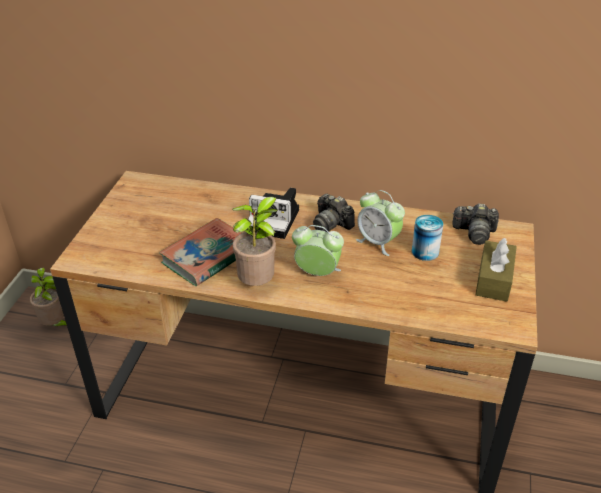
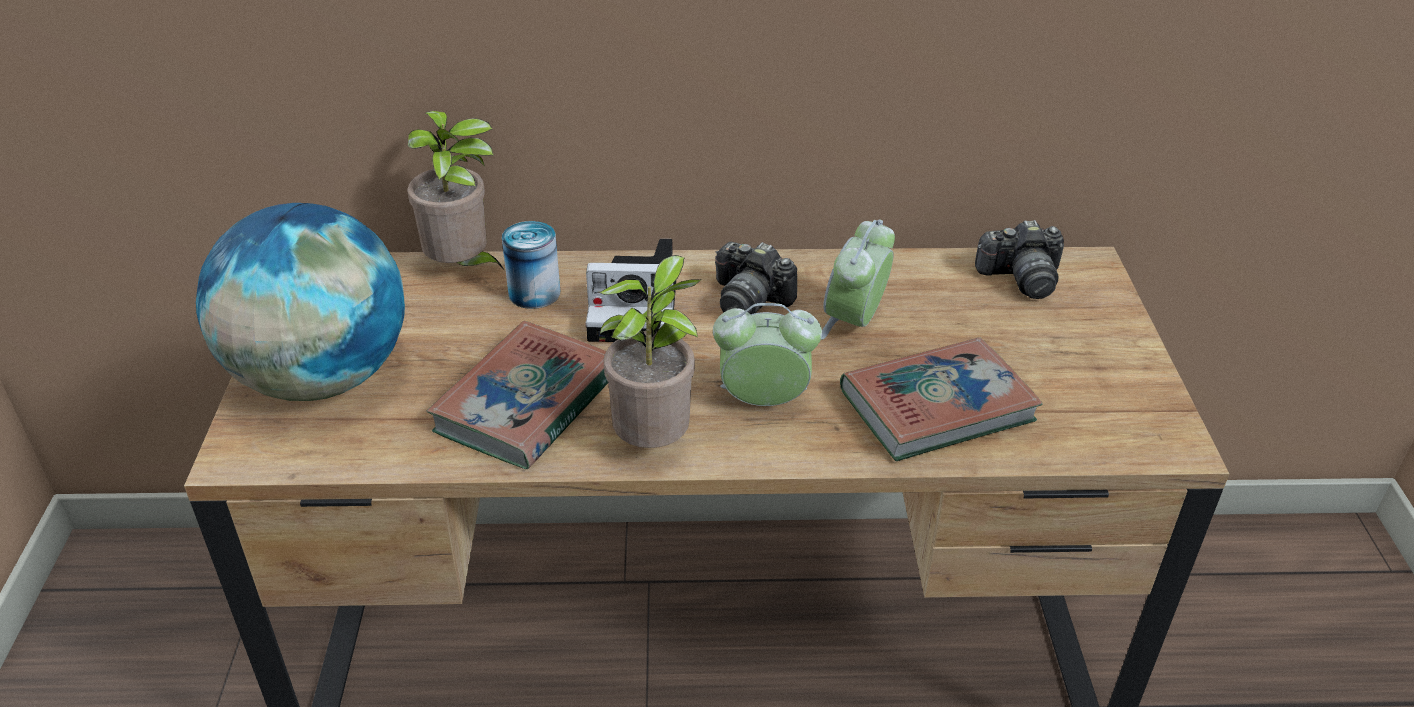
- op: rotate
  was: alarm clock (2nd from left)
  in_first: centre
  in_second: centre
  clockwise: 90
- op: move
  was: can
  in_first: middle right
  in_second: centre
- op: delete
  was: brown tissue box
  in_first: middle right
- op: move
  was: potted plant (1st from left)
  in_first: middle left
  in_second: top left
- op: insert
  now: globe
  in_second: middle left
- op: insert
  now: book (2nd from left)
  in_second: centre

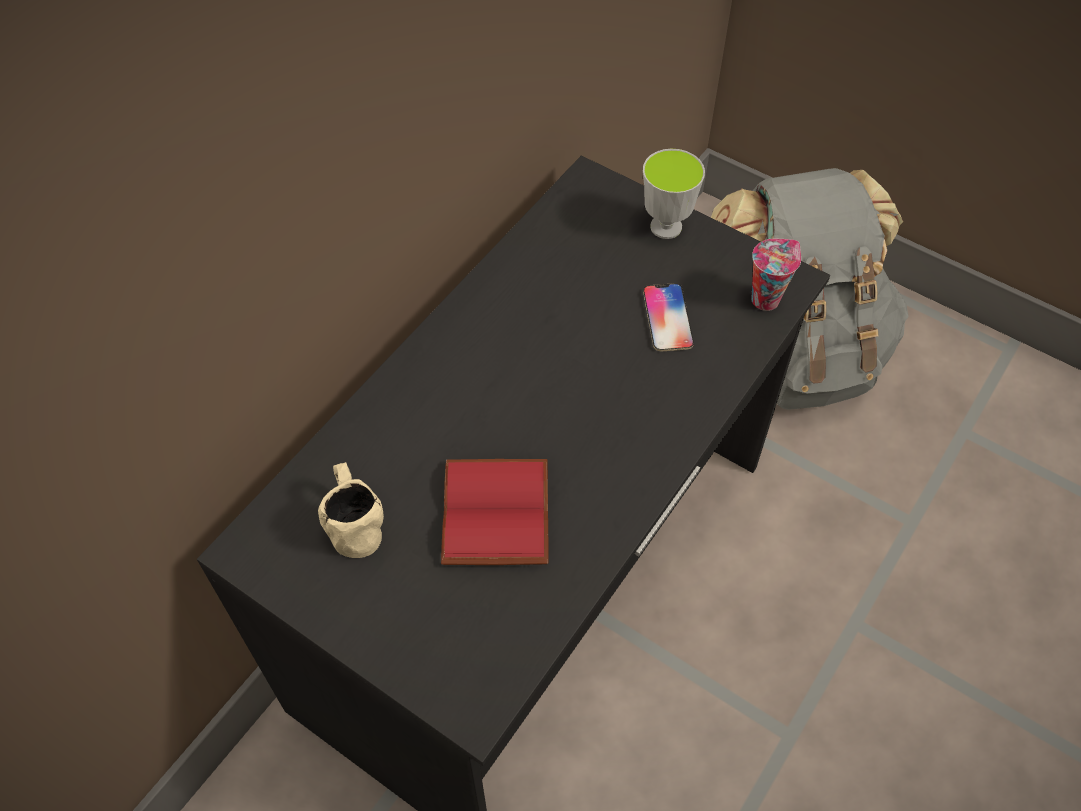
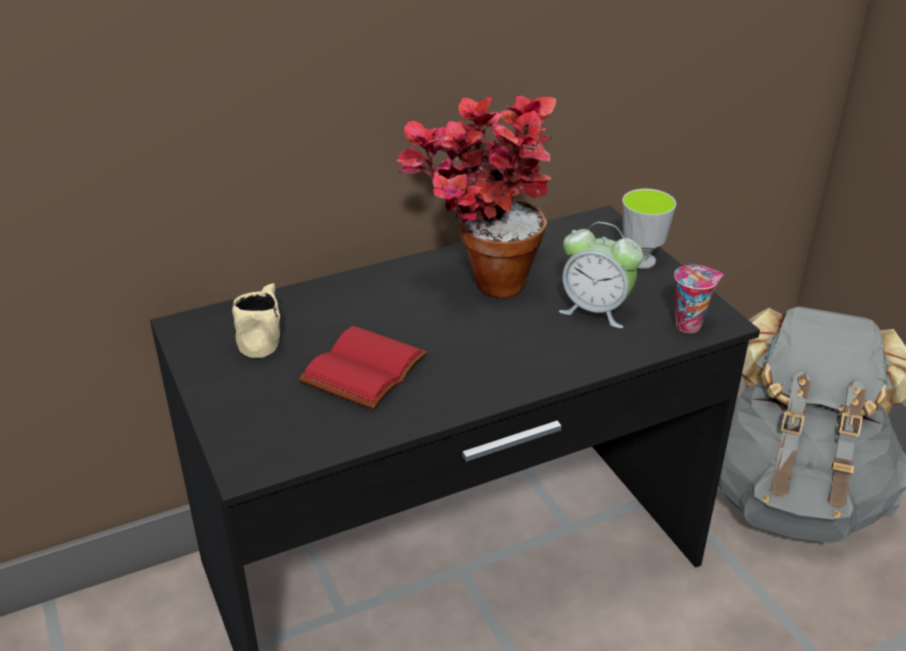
- op: replace
  was: phone
  now: alarm clock
  in_first: centre
  in_second: centre
- op: insert
  now: potted plant
  in_second: top centre

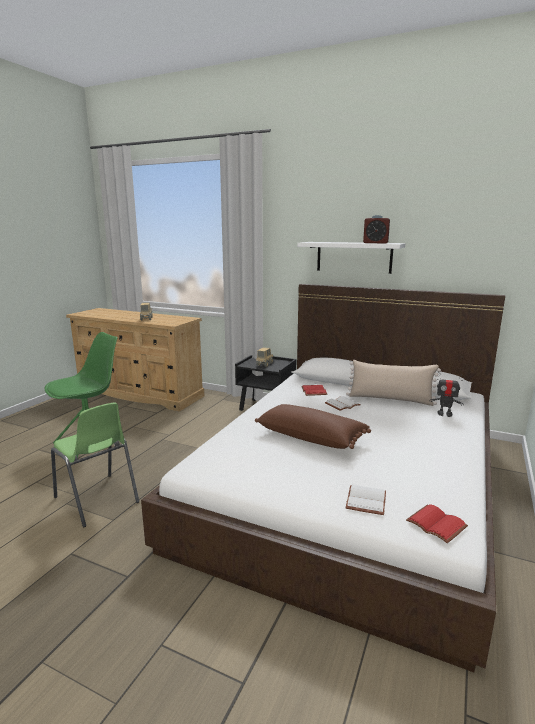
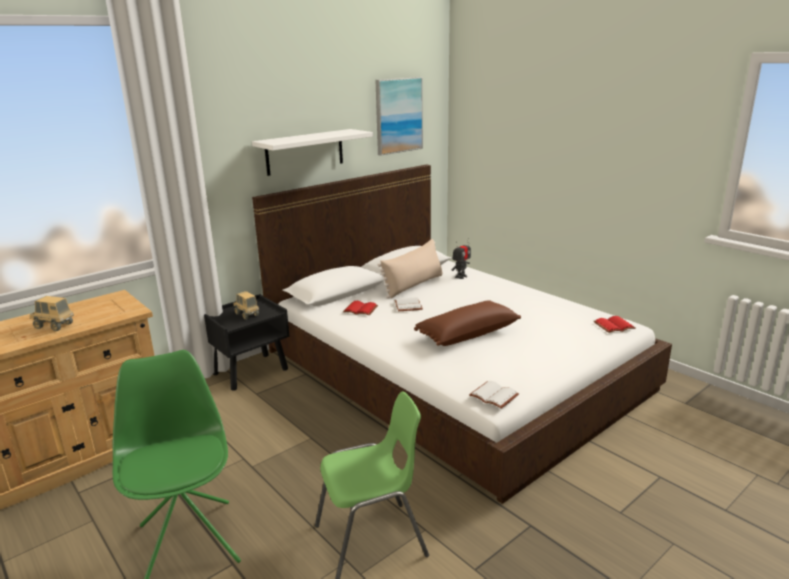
- op: delete
  was: alarm clock
  in_first: top right
- op: move
  was: white book (2nd from left)
  in_first: bottom right
  in_second: bottom centre
- op: insert
  now: picture
  in_second: top centre

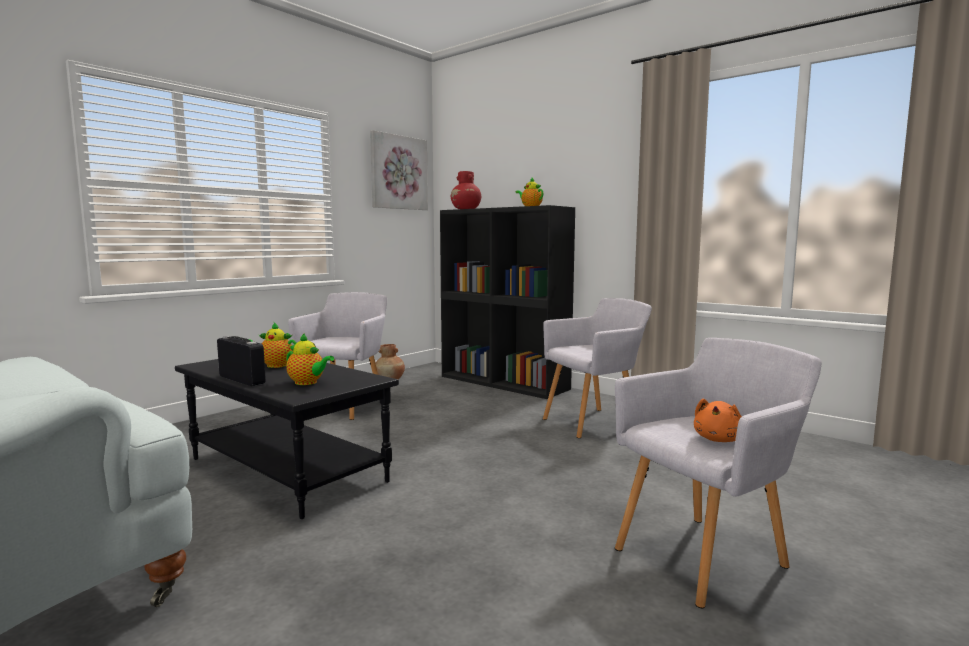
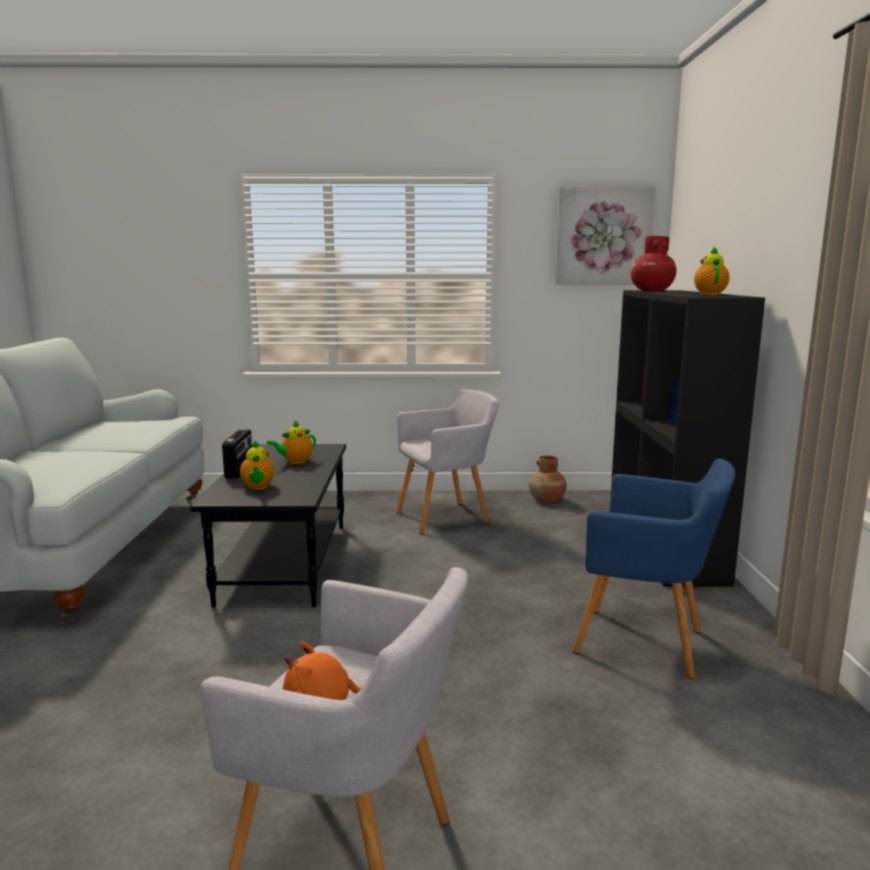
- op: recolor
  was: grey armchair (2nd from left)
  now: blue armchair
  in_first: centre
  in_second: middle right
- op: rotate
  was: teapot (1st from left in the first image)
  in_first: middle left
  in_second: centre
  clockwise: -90

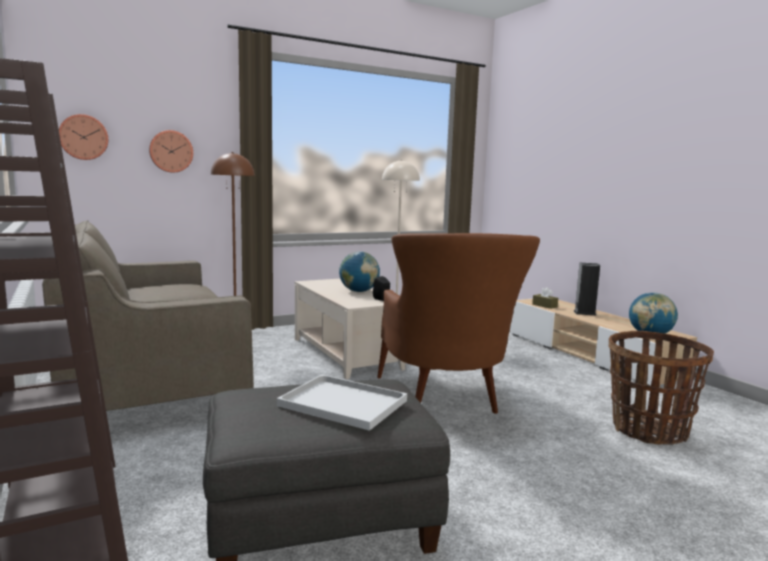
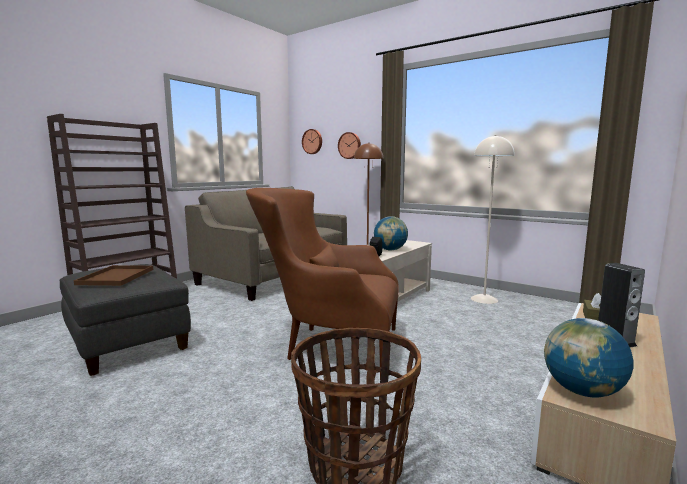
- op: rotate
  was: brown armchair
  in_first: centre
  in_second: centre
  clockwise: 45
- op: recolor
  was: white tray
  now: brown tray
  in_first: bottom centre
  in_second: middle left

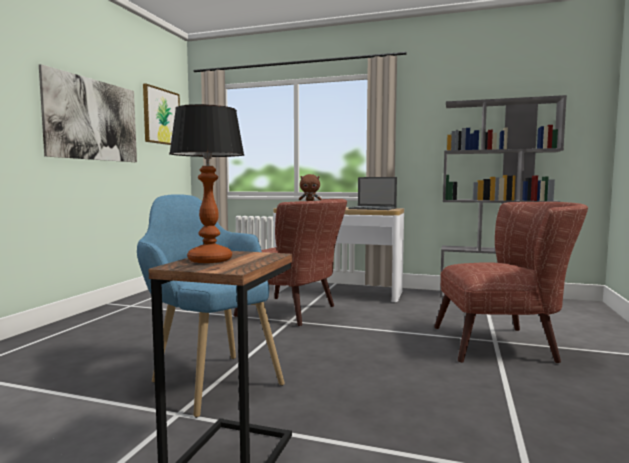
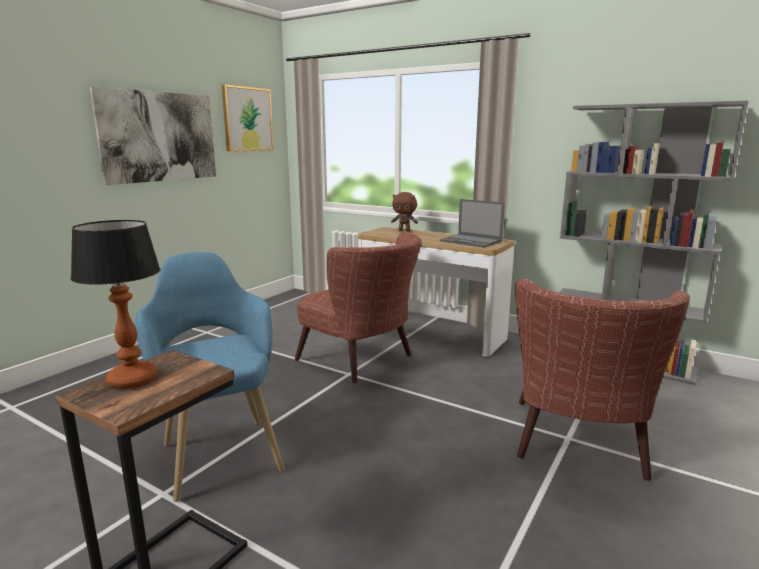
- op: rotate
  was: brown armchair (2nd from left)
  in_first: middle right
  in_second: bottom right
  clockwise: 90

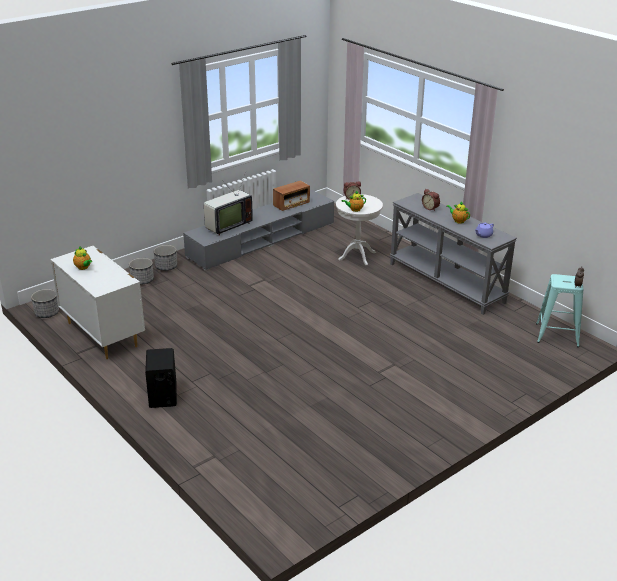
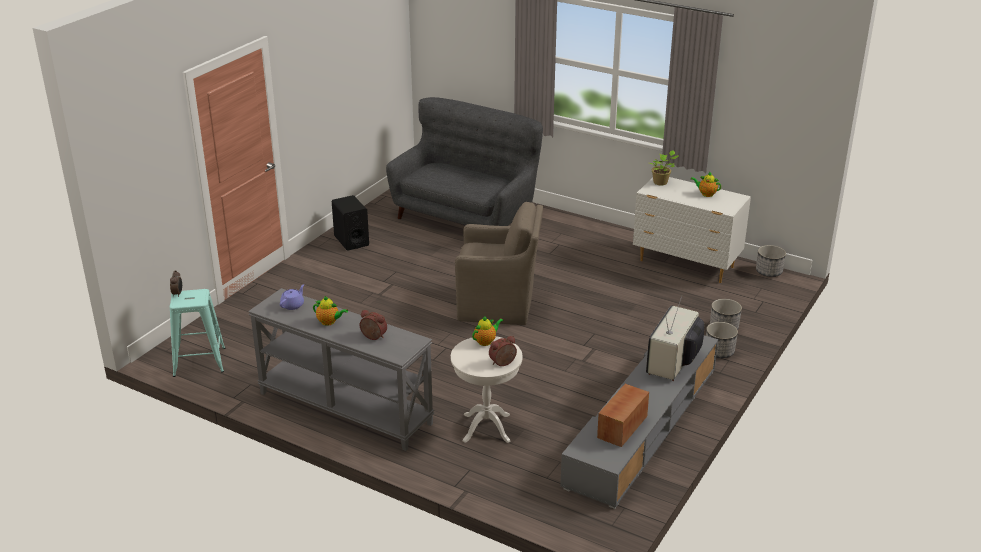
- op: move
  was: black speaker
  in_first: middle left
  in_second: centre
- op: insert
  now: grey sofa
  in_second: top centre
- op: insert
  now: potted plant
  in_second: top right
- op: insert
  now: brown armchair
  in_second: centre

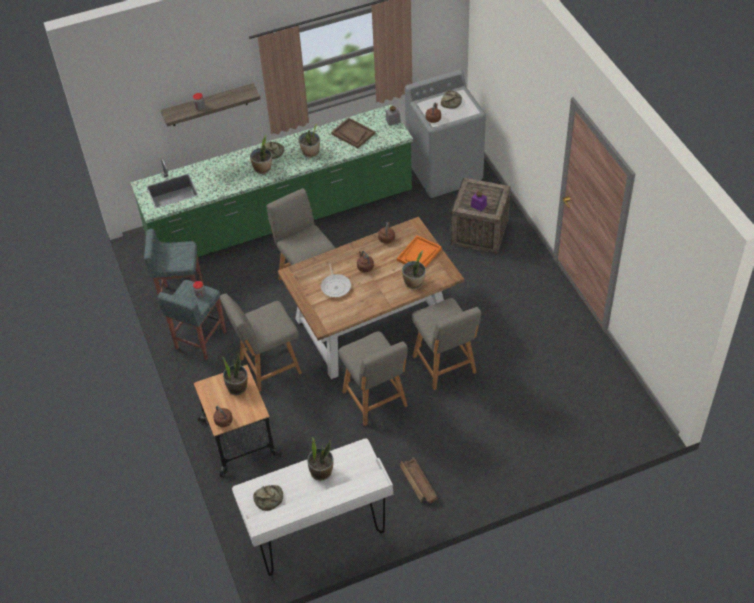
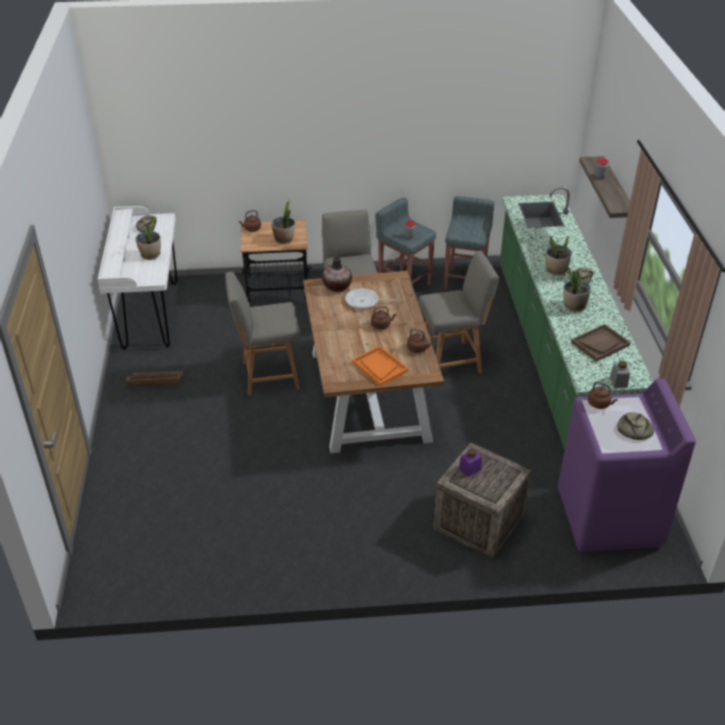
- op: recolor
  was: grey washing machine
  now: purple washing machine
  in_first: top centre
  in_second: middle right
- op: delete
  was: potted plant (5th from left)
  in_first: centre
- op: delete
  was: grey chair (4th from left)
  in_first: centre
- op: insert
  now: vase
  in_second: centre

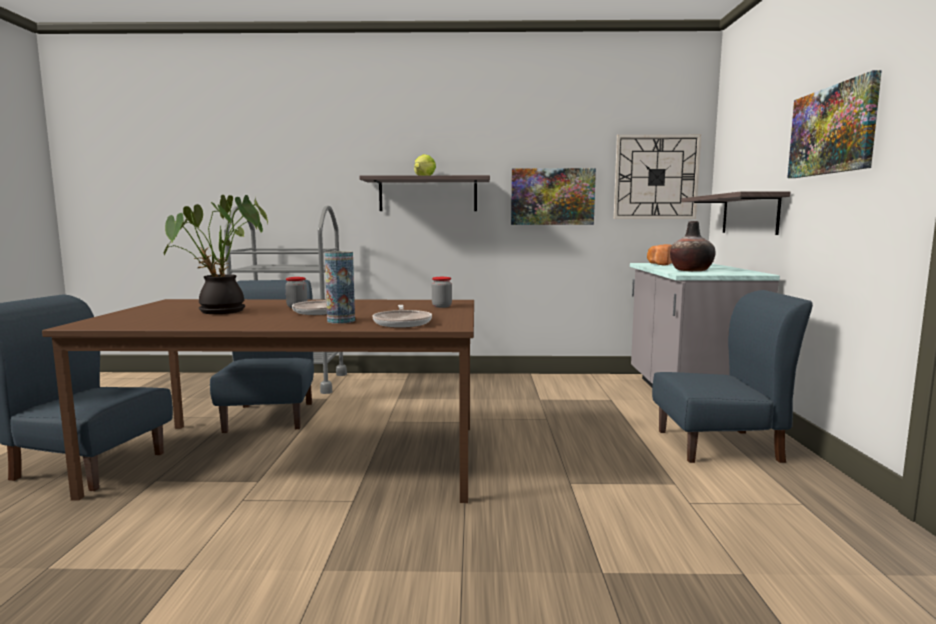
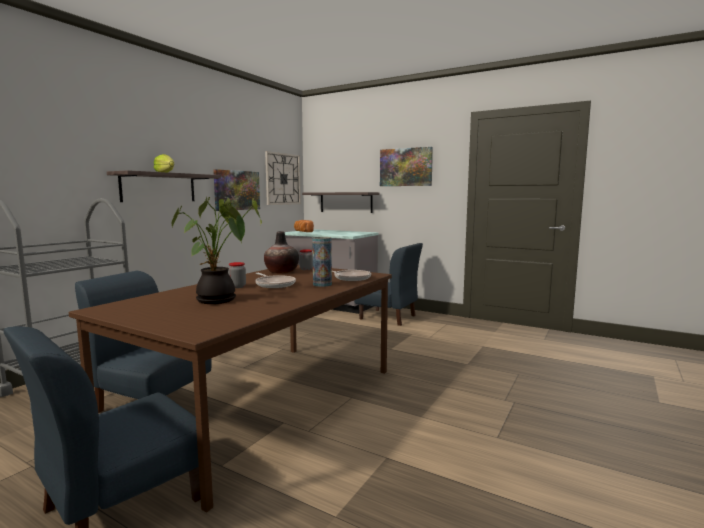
- op: move
  was: vase (2nd from left in the first image)
  now: vase (1st from left)
  in_first: middle right
  in_second: centre
- op: rotate
  was: blue chair (3rd from left)
  in_first: middle right
  in_second: centre
  clockwise: 90

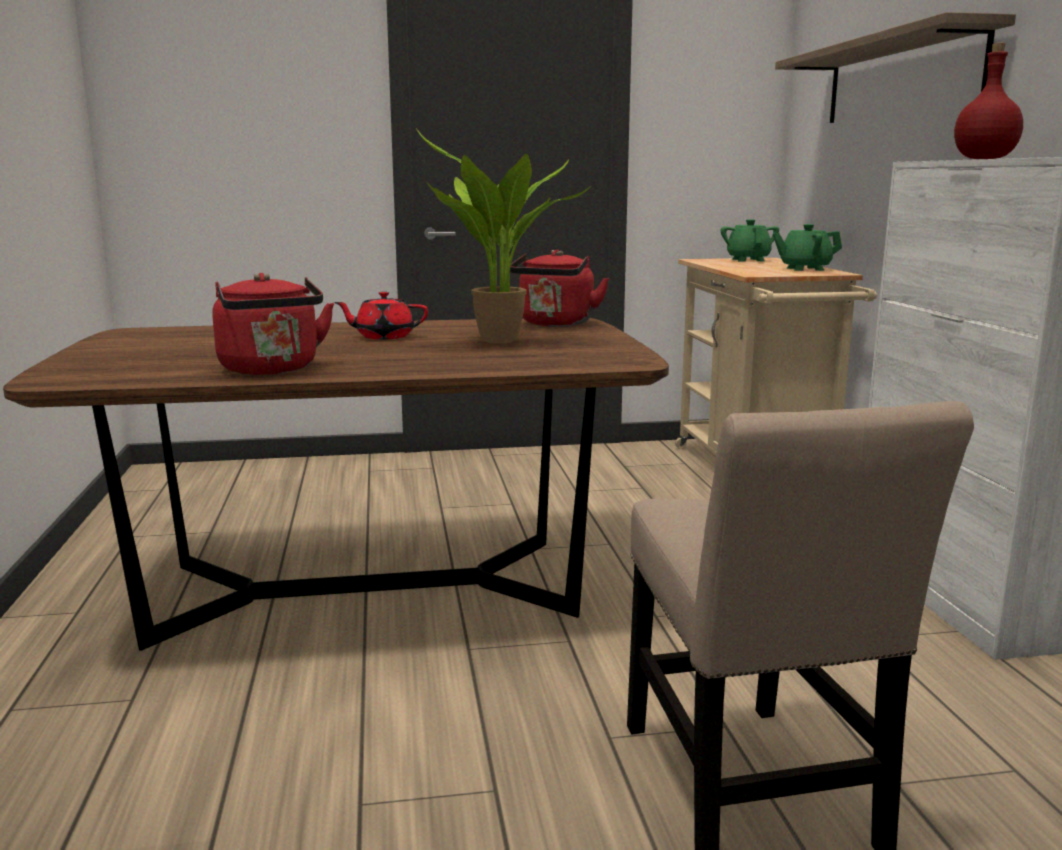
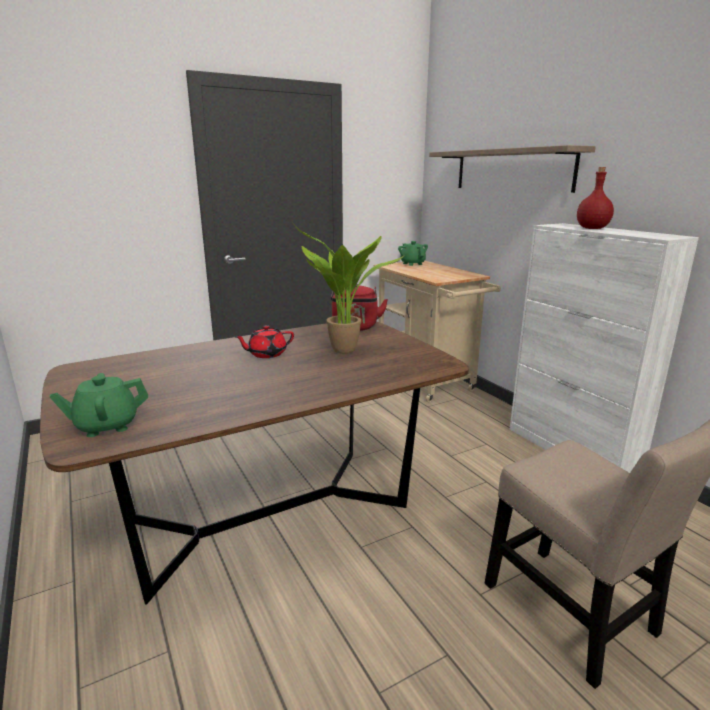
- op: move
  was: green teapot (2nd from left in the first image)
  now: green teapot (1st from left)
  in_first: top right
  in_second: middle left
- op: delete
  was: red kettle (1st from left)
  in_first: middle left

